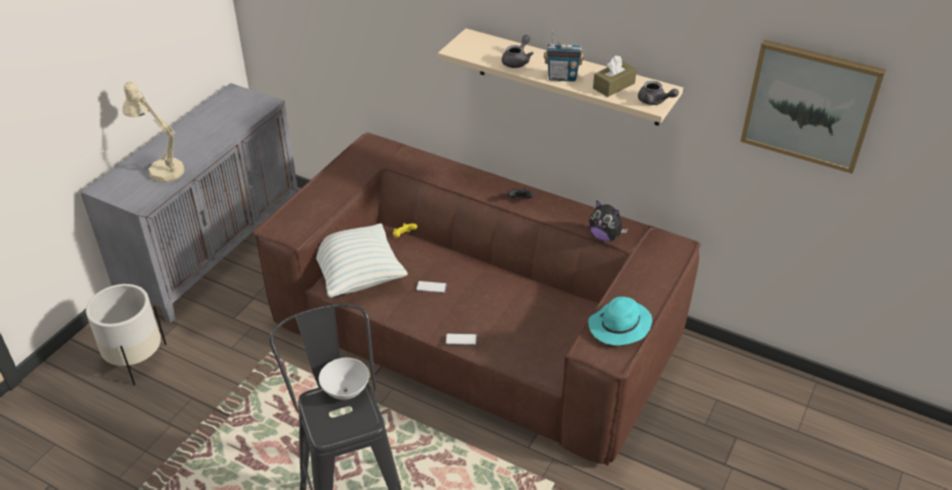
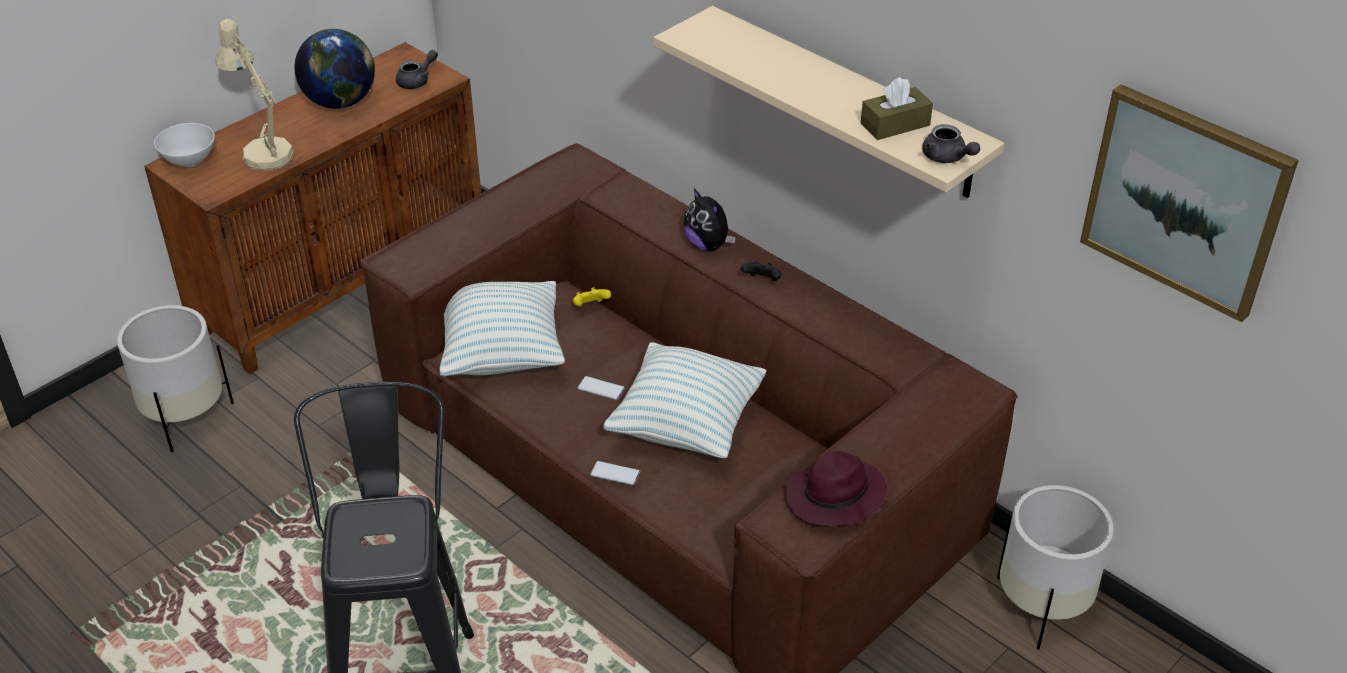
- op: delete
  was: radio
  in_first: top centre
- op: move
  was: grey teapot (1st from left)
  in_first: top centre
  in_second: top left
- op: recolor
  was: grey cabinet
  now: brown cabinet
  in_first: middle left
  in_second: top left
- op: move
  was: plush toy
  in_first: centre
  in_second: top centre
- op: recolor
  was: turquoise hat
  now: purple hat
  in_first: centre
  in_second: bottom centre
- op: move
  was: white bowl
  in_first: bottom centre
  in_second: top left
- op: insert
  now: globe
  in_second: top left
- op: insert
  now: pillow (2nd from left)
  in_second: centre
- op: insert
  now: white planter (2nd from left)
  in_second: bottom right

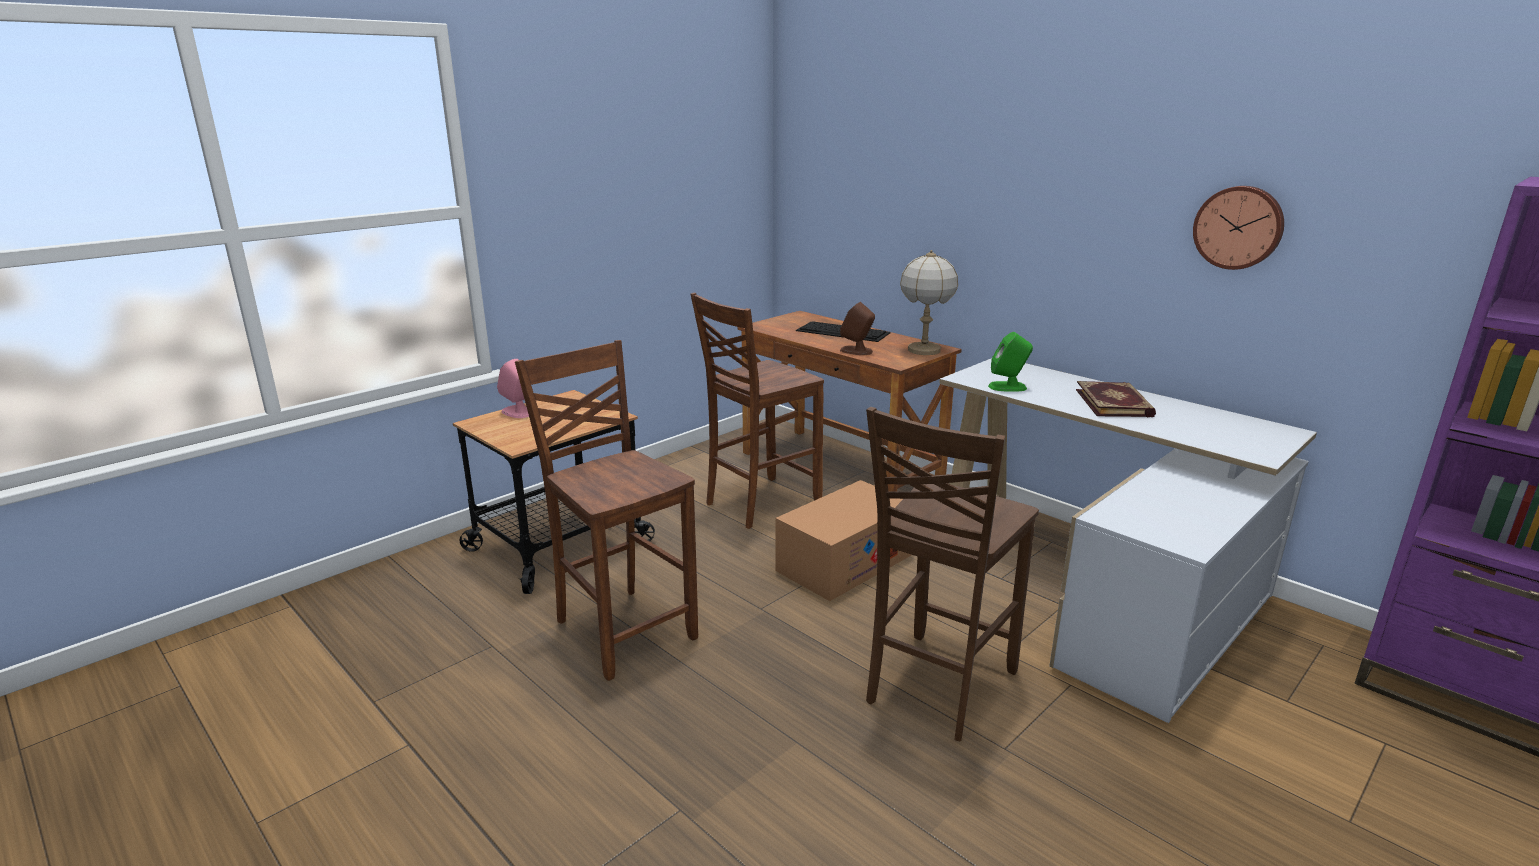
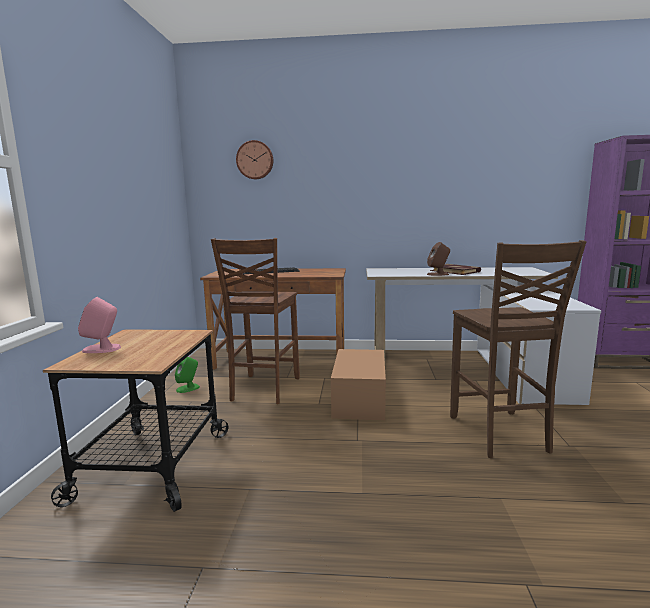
- op: move
  was: wall clock
  in_first: top right
  in_second: top centre
- op: delete
  was: table lamp
  in_first: centre
- op: move
  was: brown speaker
  in_first: centre
  in_second: middle right
- op: move
  was: green speaker
  in_first: centre
  in_second: middle left
- op: delete
  was: brown chair (1st from left)
  in_first: centre

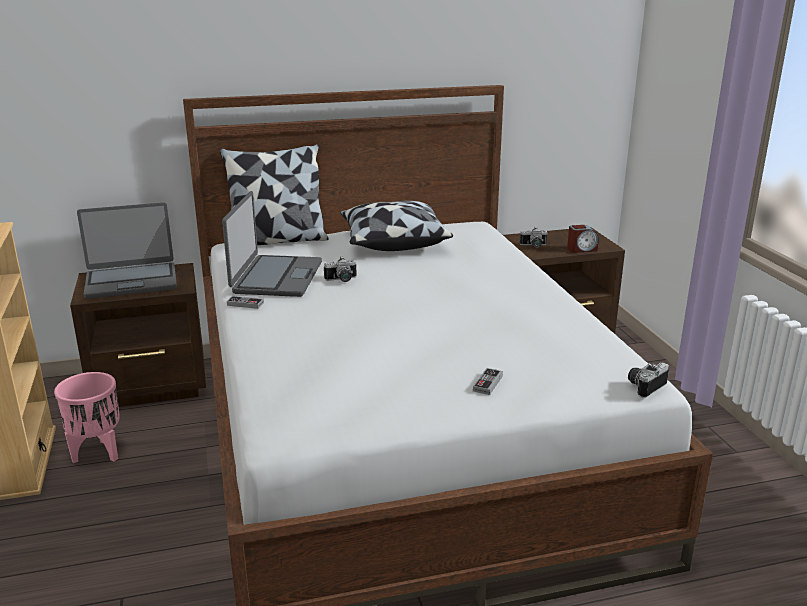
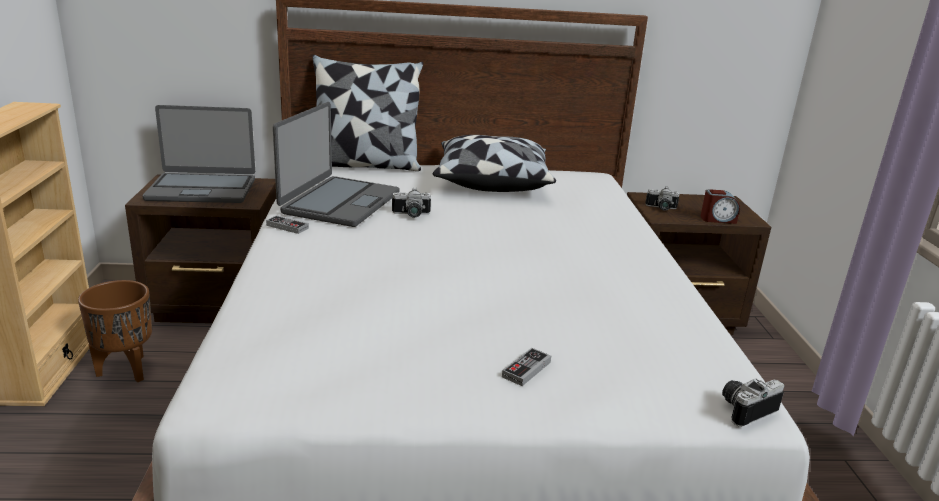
- op: recolor
  was: pink planter
  now: brown planter
  in_first: bottom left
  in_second: middle left

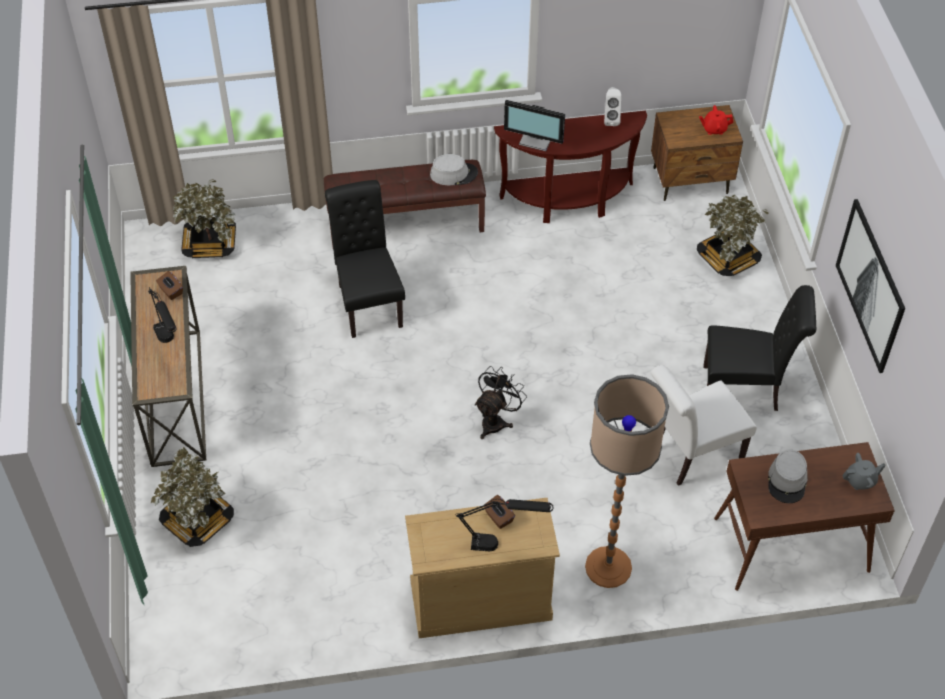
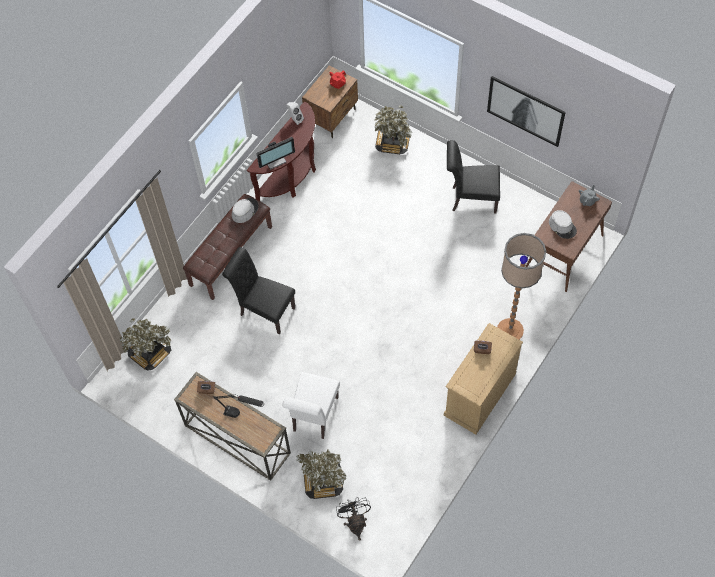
- op: rotate
  was: black chair (2nd from left)
  in_first: middle right
  in_second: top centre
  clockwise: -135
- op: move
  was: white chair
  in_first: middle right
  in_second: bottom centre
- op: move
  was: black fan
  in_first: centre
  in_second: bottom centre
- op: delete
  was: black table lamp (2nd from left)
  in_first: bottom centre

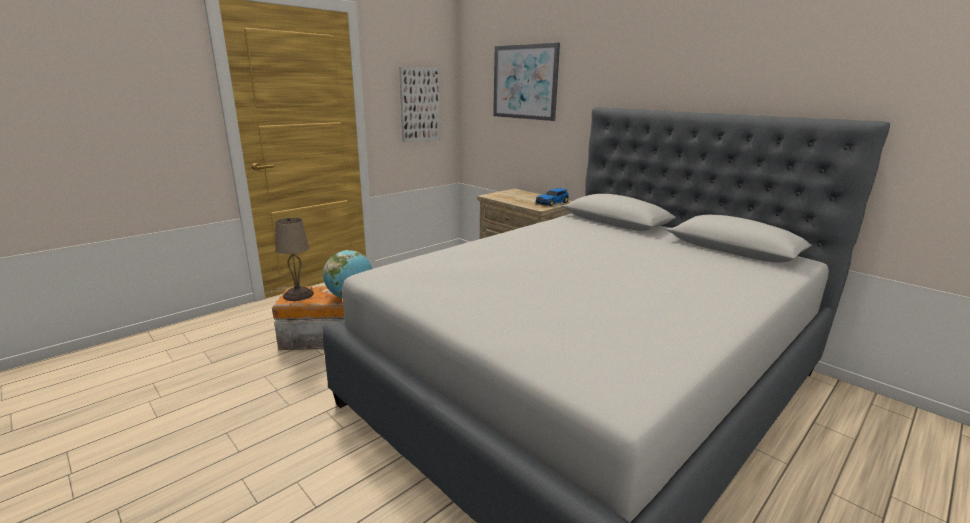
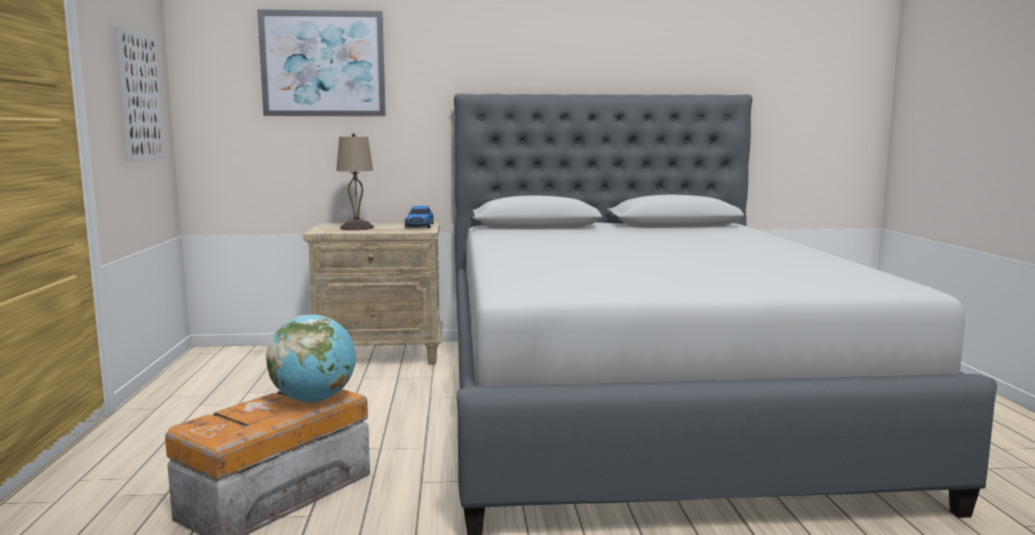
- op: move
  was: beige table lamp
  in_first: middle left
  in_second: centre

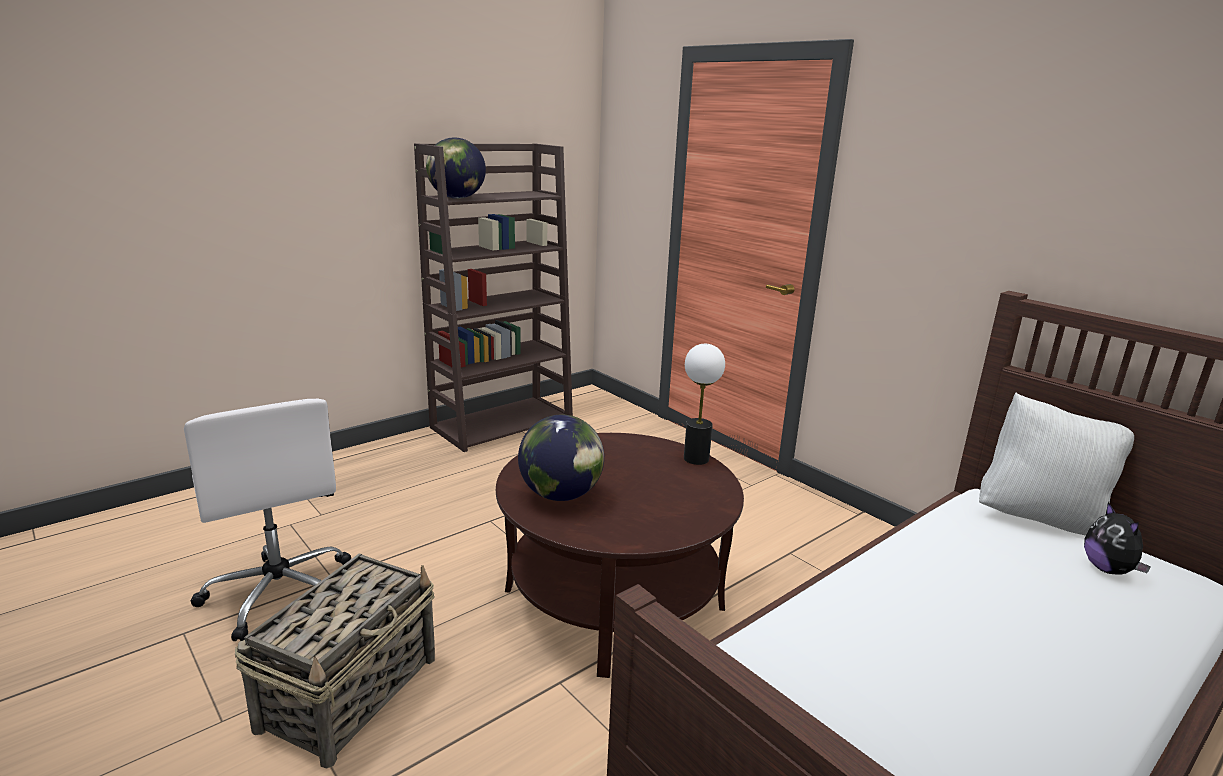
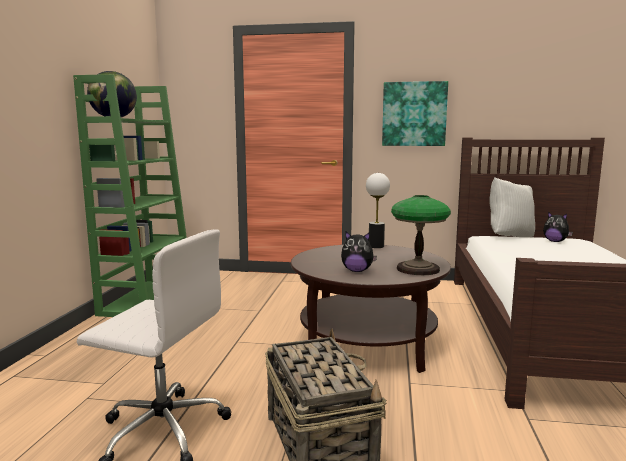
- op: recolor
  was: brown bookcase
  now: green bookcase
  in_first: centre
  in_second: middle left
- op: replace
  was: globe (2nd from left)
  now: plush toy (1st from left)
  in_first: centre
  in_second: centre
- op: insert
  now: picture
  in_second: top centre
- op: insert
  now: table lamp (2nd from left)
  in_second: middle right

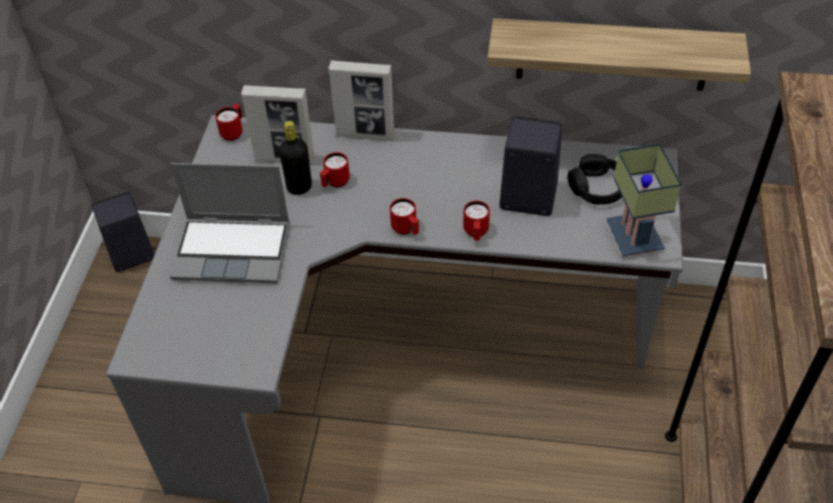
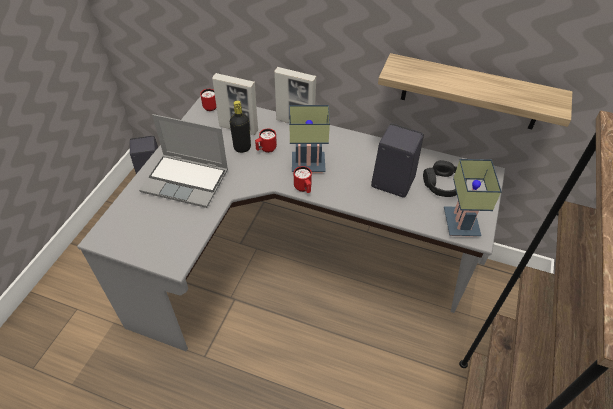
- op: delete
  was: red mug (4th from left)
  in_first: centre
- op: insert
  now: table lamp (1st from left)
  in_second: centre

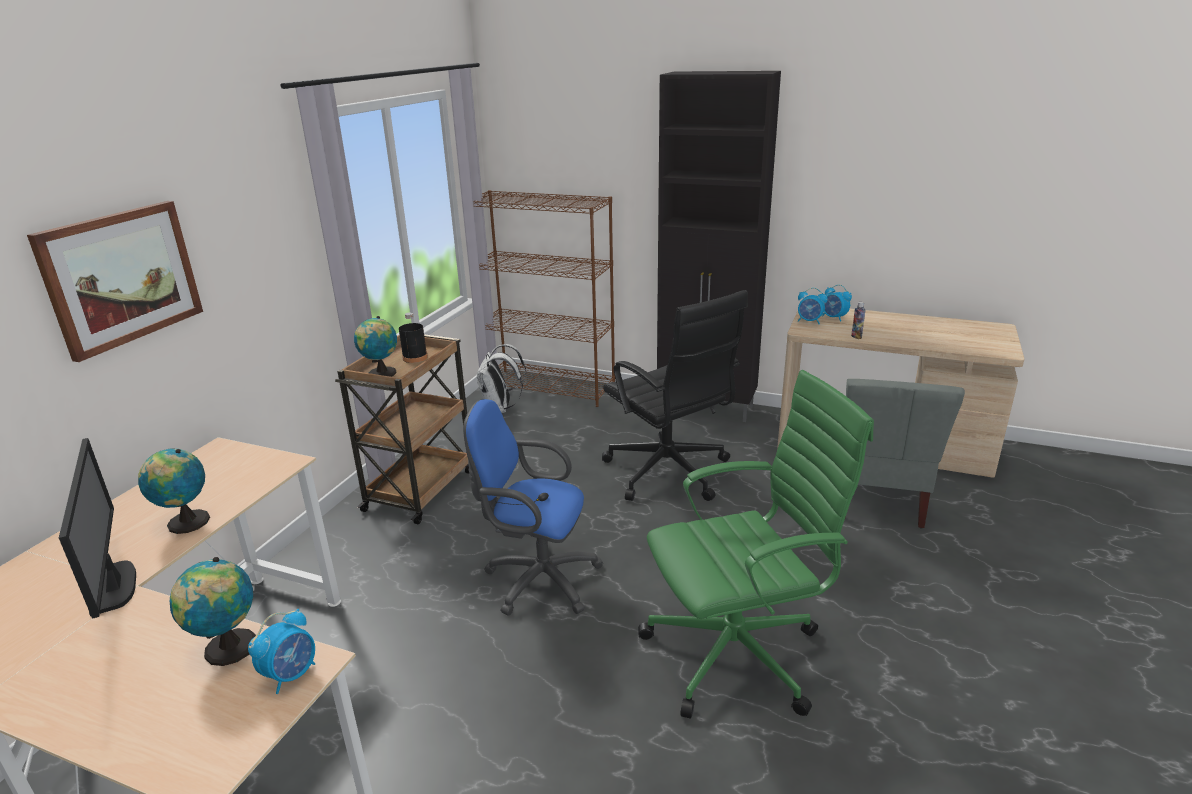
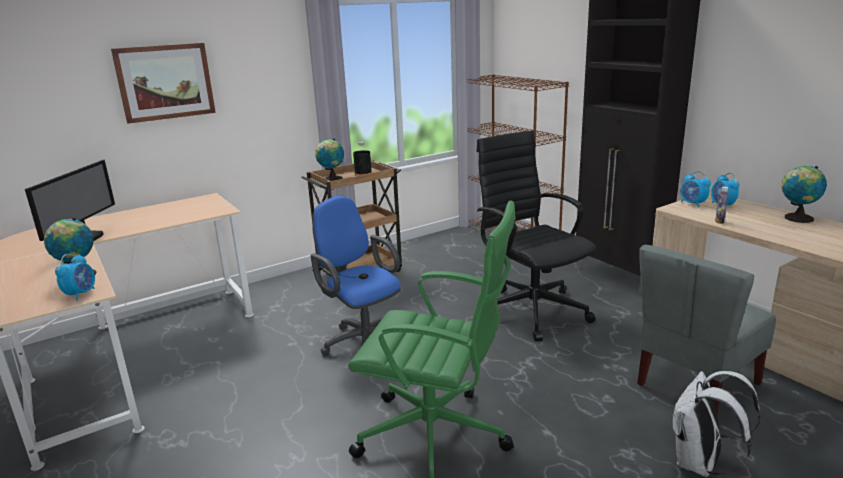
- op: rotate
  was: black office chair
  in_first: centre
  in_second: centre
  clockwise: 150
- op: move
  was: white backpack
  in_first: centre
  in_second: bottom right
- op: move
  was: globe (1st from left in the first image)
  now: globe (3rd from left)
  in_first: middle left
  in_second: middle right
- op: rotate
  was: alarm clock (1st from left)
  in_first: bottom left
  in_second: middle left
  clockwise: -60

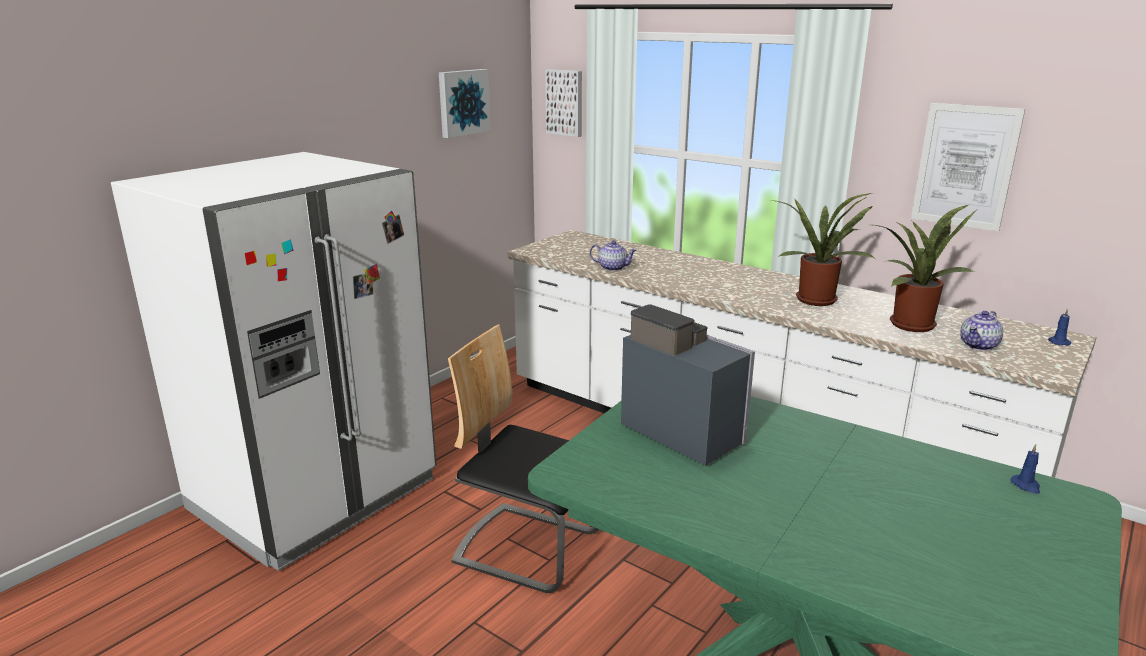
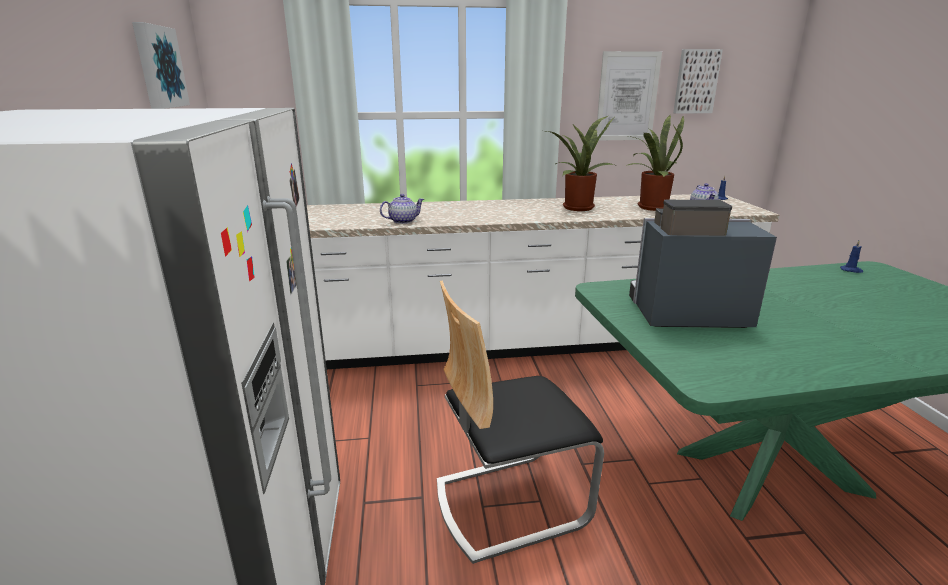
- op: move
  was: picture (2nd from left in the first image)
  now: picture (3rd from left)
  in_first: top centre
  in_second: top right

